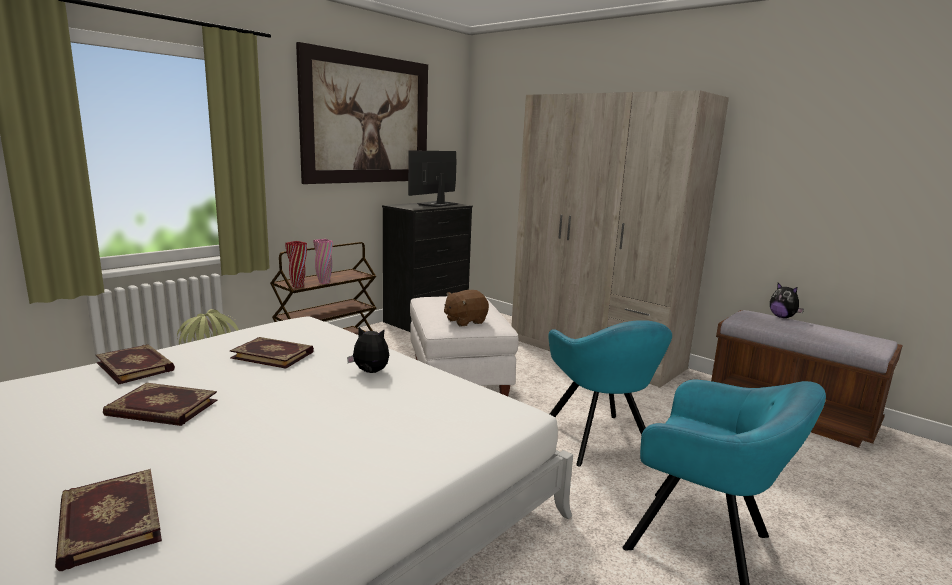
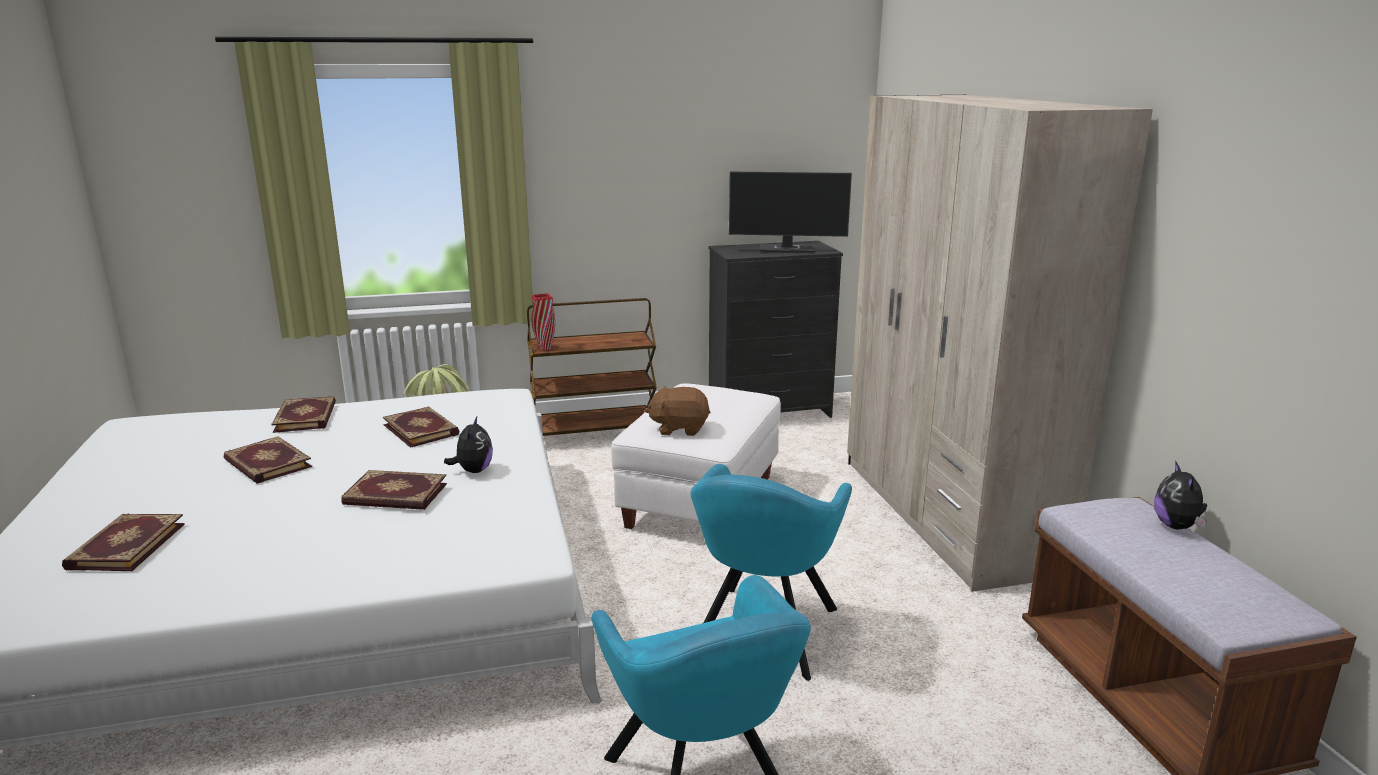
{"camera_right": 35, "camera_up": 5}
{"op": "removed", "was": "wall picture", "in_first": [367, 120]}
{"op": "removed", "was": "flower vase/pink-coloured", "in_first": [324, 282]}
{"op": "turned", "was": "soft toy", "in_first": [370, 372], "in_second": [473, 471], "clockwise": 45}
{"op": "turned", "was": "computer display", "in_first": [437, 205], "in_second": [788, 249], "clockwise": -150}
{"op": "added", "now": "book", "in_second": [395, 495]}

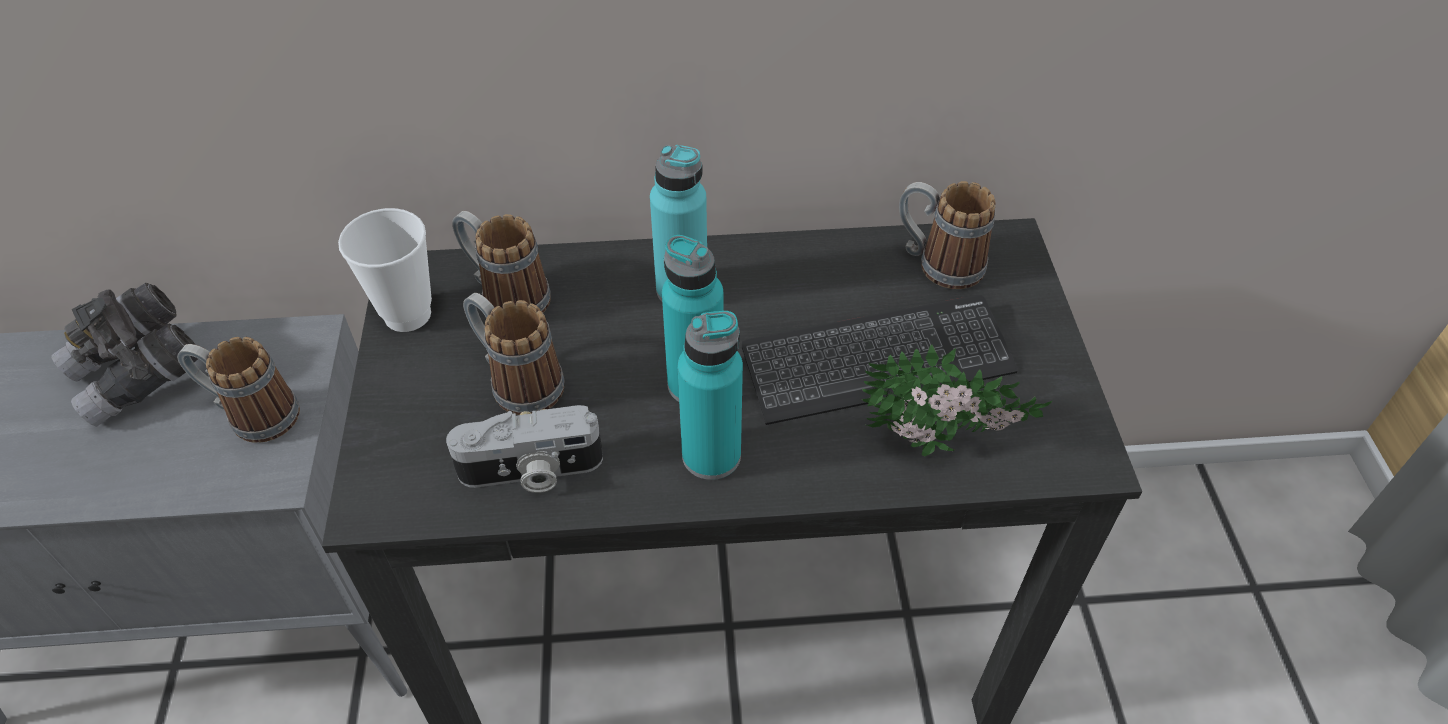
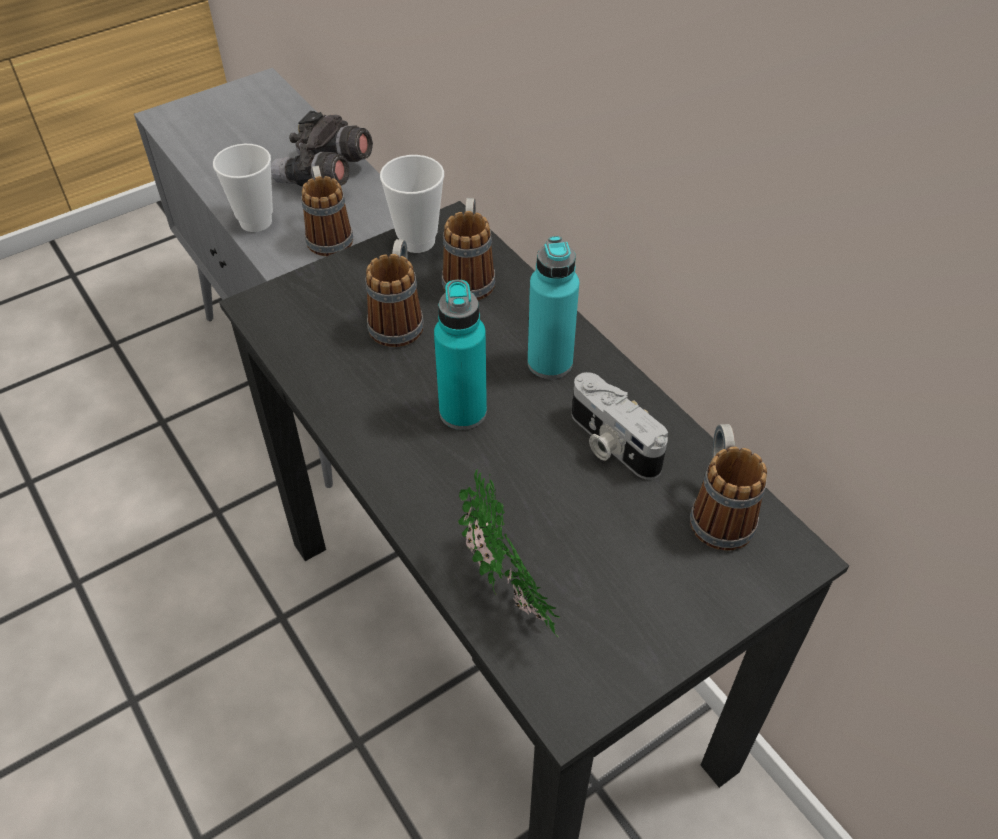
{"camera_right": 60, "camera_up": 0}
{"op": "moved", "was": "photo camera", "in_first": [531, 472], "in_second": [610, 444]}
{"op": "removed", "was": "bottle/blue-green", "in_first": [711, 455]}
{"op": "removed", "was": "PC keyboard", "in_first": [877, 363]}
{"op": "added", "now": "drinking cup", "in_second": [256, 221]}

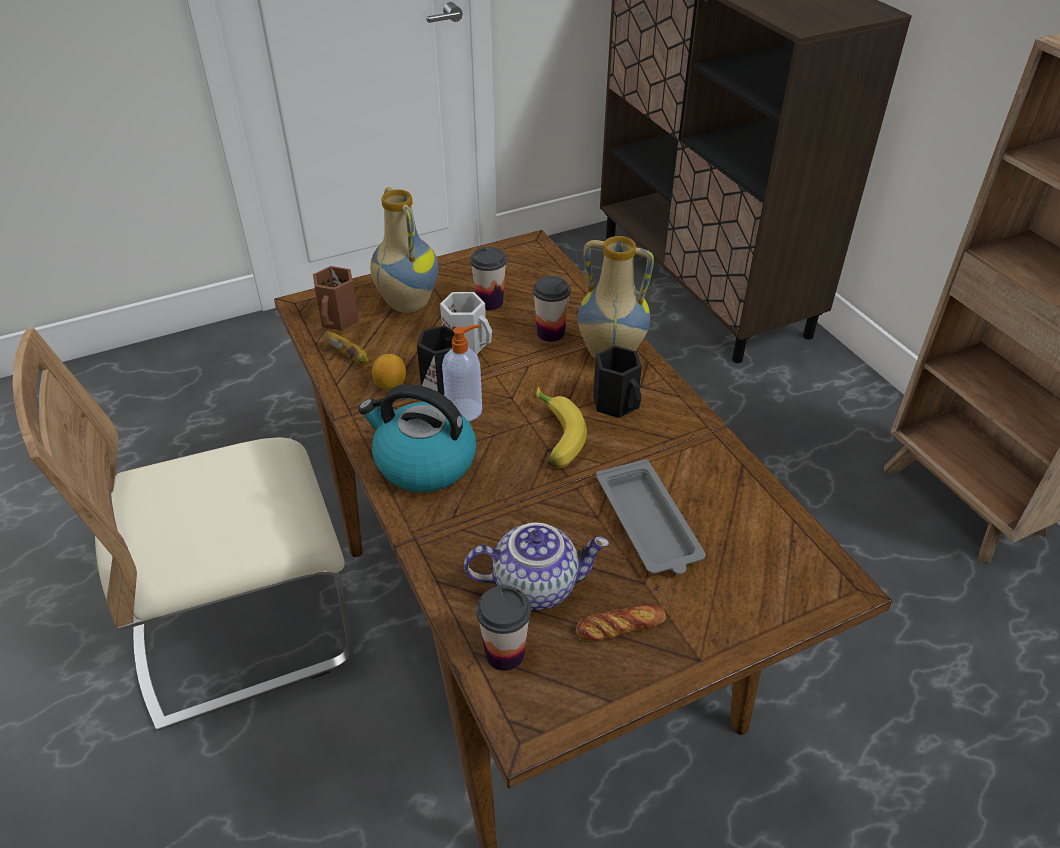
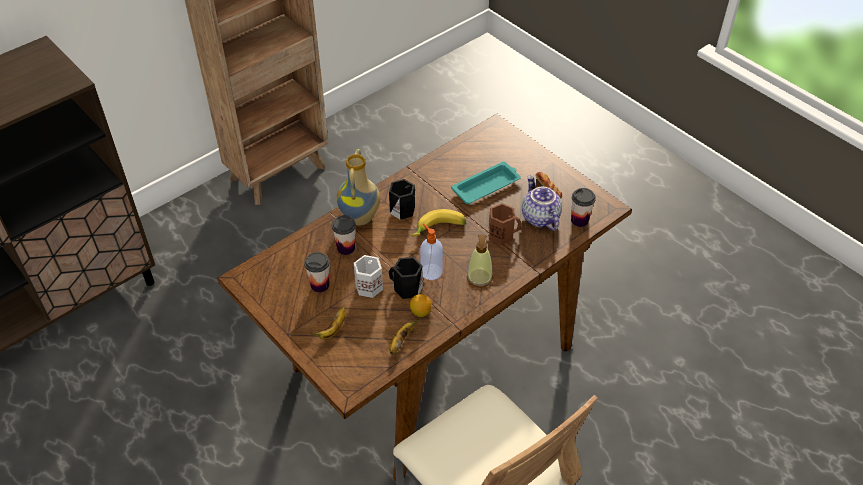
{"camera_right": -105, "camera_up": 5}
{"op": "moved", "was": "tea mug/brownish", "in_first": [340, 319], "in_second": [501, 234]}
{"op": "replaced", "was": "kettle", "now": "soap bottle", "in_first": [423, 462], "in_second": [479, 278]}
{"op": "replaced", "was": "flower vase", "now": "banana", "in_first": [406, 304], "in_second": [333, 330]}
{"op": "recoloured", "was": "tray/grey", "now": "tray/blue-green", "in_first": [648, 524], "in_second": [487, 186]}

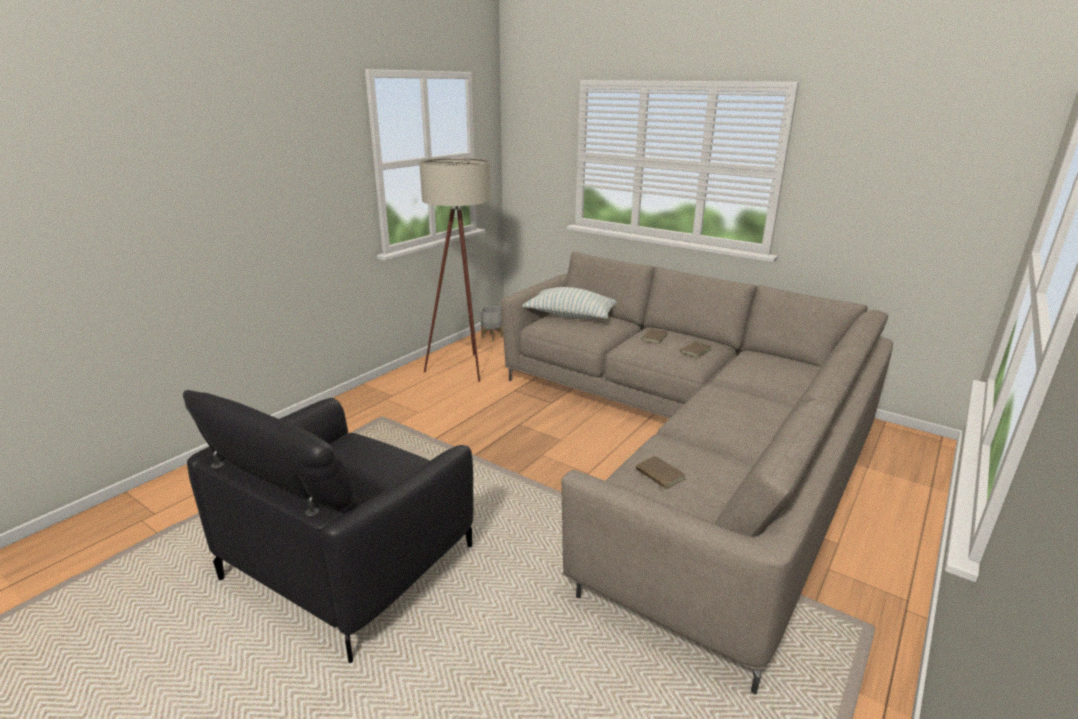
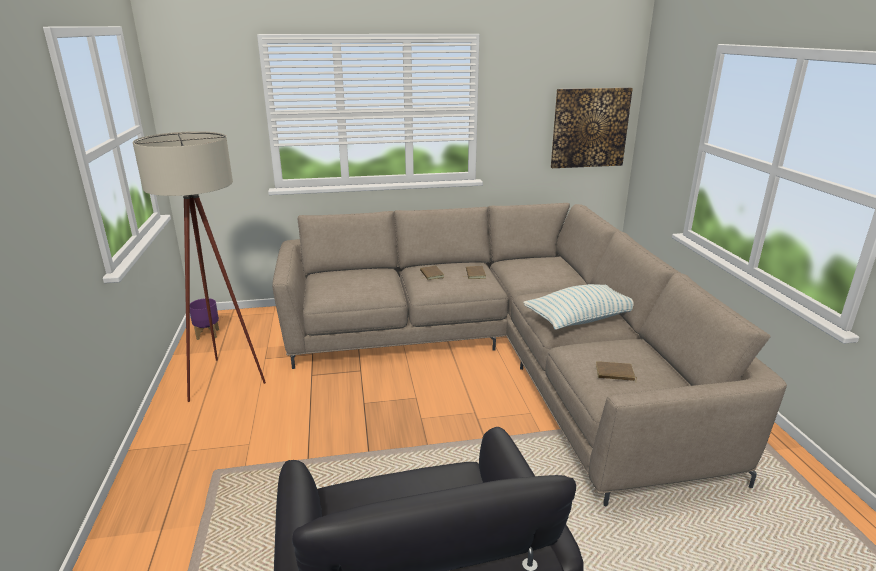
{"camera_right": -45, "camera_up": 0}
{"op": "recoloured", "was": "planter/grey", "now": "planter/purple-coloured", "in_first": [492, 337], "in_second": [208, 334]}
{"op": "moved", "was": "cushion", "in_first": [571, 316], "in_second": [581, 319]}
{"op": "added", "now": "wall picture", "in_second": [589, 128]}

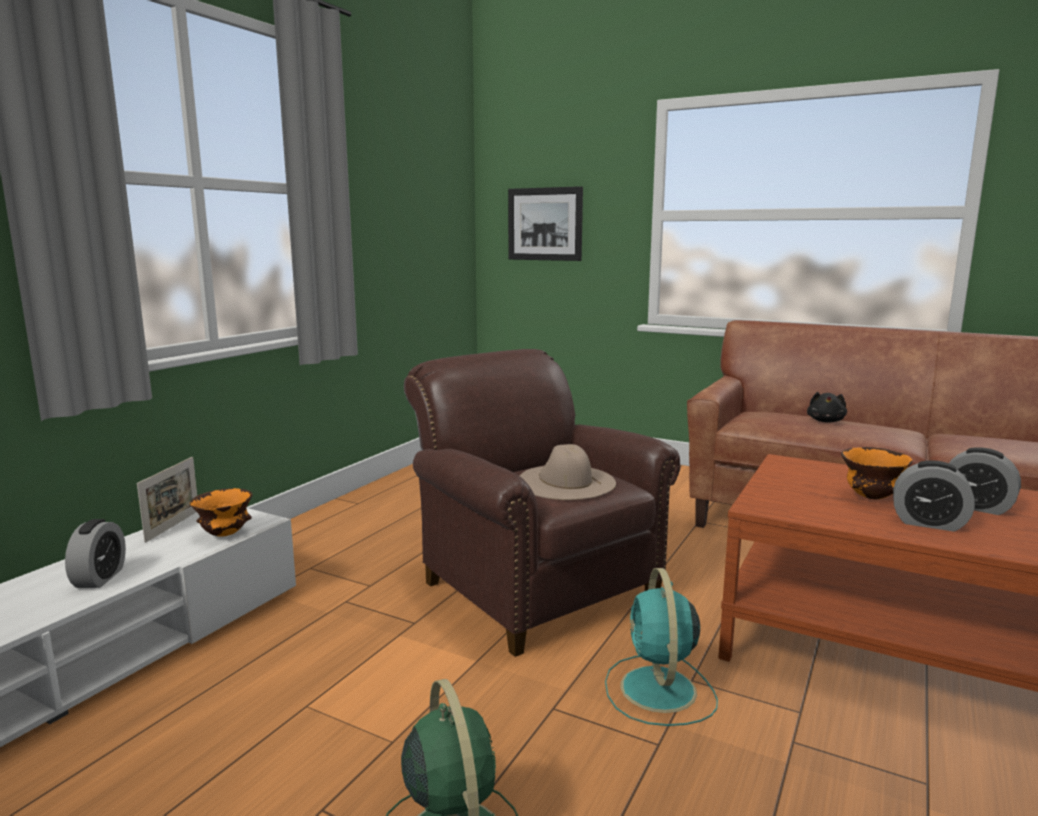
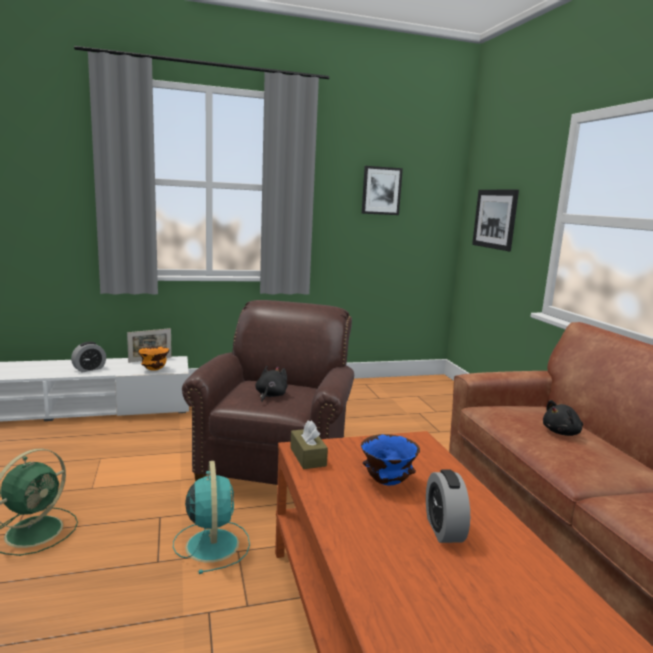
{"camera_right": 45, "camera_up": 0}
{"op": "replaced", "was": "wearable hat/sand-coloured", "now": "soft toy/black-coloured", "in_first": [565, 481], "in_second": [270, 395]}
{"op": "turned", "was": "cooling fan/blue-green", "in_first": [659, 691], "in_second": [212, 543], "clockwise": 120}
{"op": "recoloured", "was": "bowl/orange", "now": "bowl/bluish", "in_first": [871, 498], "in_second": [386, 482]}
{"op": "removed", "was": "bedside clock", "in_first": [928, 523]}
{"op": "added", "now": "box of tissues/brownish", "in_second": [308, 457]}
{"op": "added", "now": "wall picture", "in_second": [381, 190]}

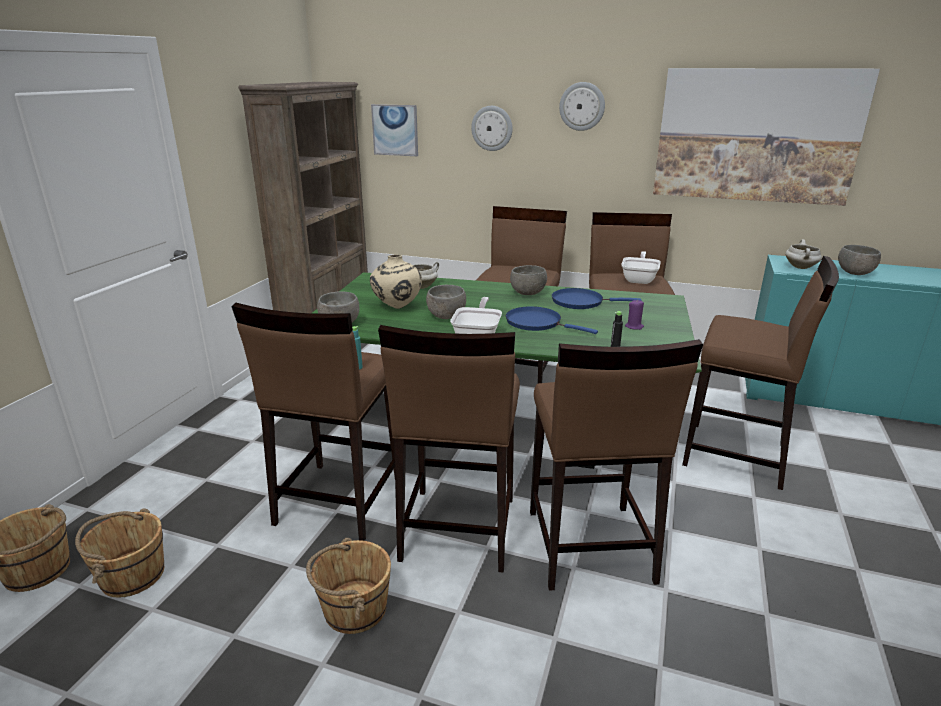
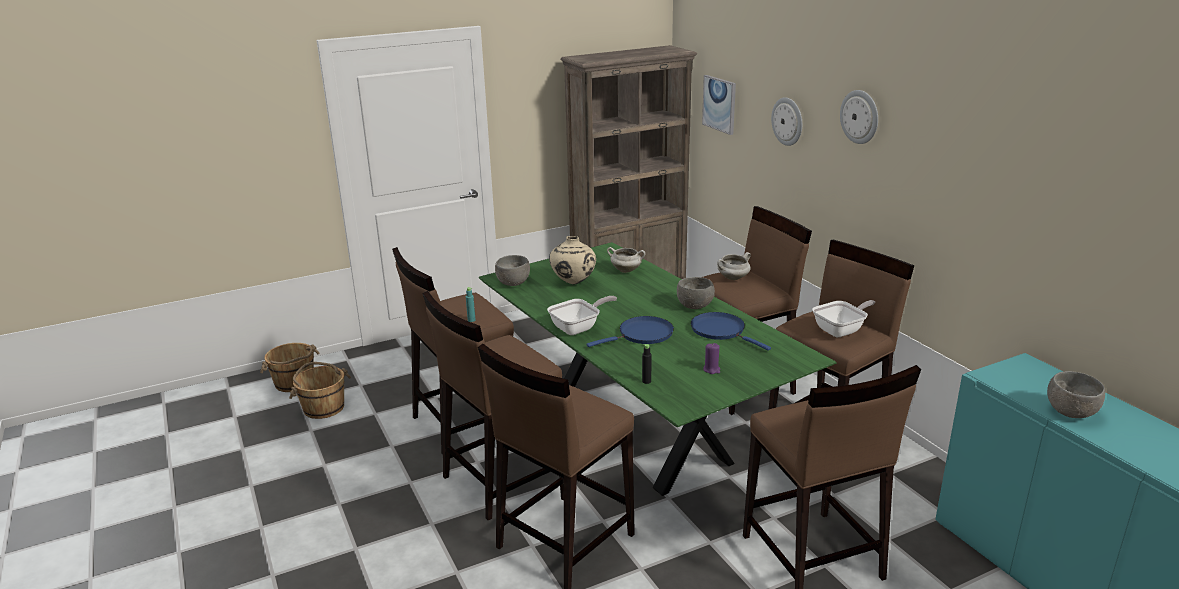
{"camera_right": 45, "camera_up": 0}
{"op": "removed", "was": "water bucket/brownish", "in_first": [354, 609]}
{"op": "removed", "was": "bowl/grey", "in_first": [446, 316]}
{"op": "turned", "was": "skillet/bluish", "in_first": [537, 323], "in_second": [642, 335], "clockwise": 75}
{"op": "removed", "was": "wall picture", "in_first": [756, 136]}
{"op": "moved", "was": "stockpot/white-coloured", "in_first": [801, 267], "in_second": [733, 278]}

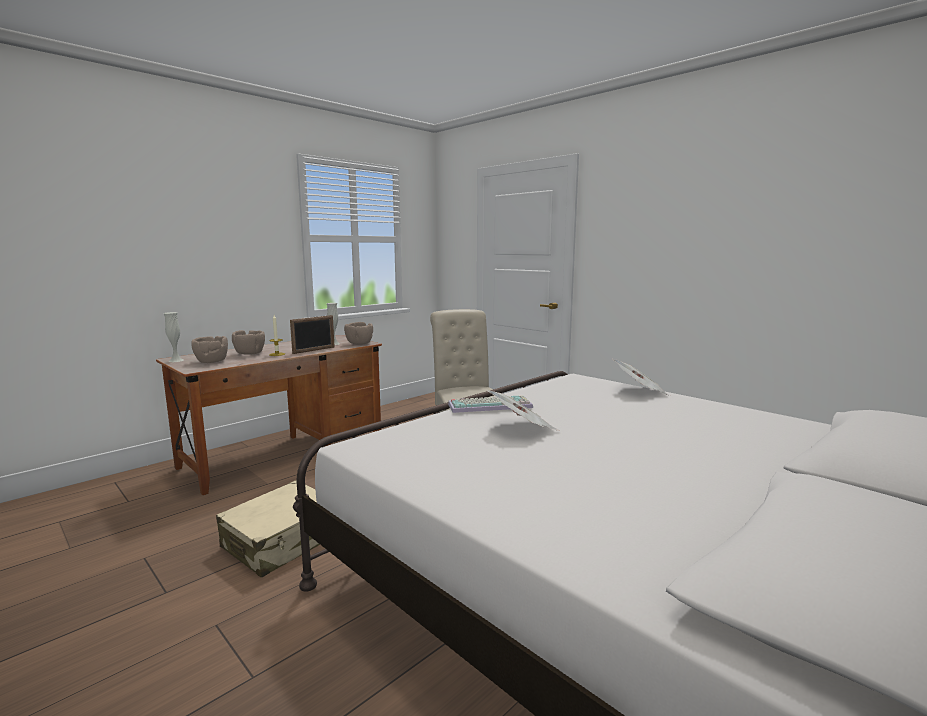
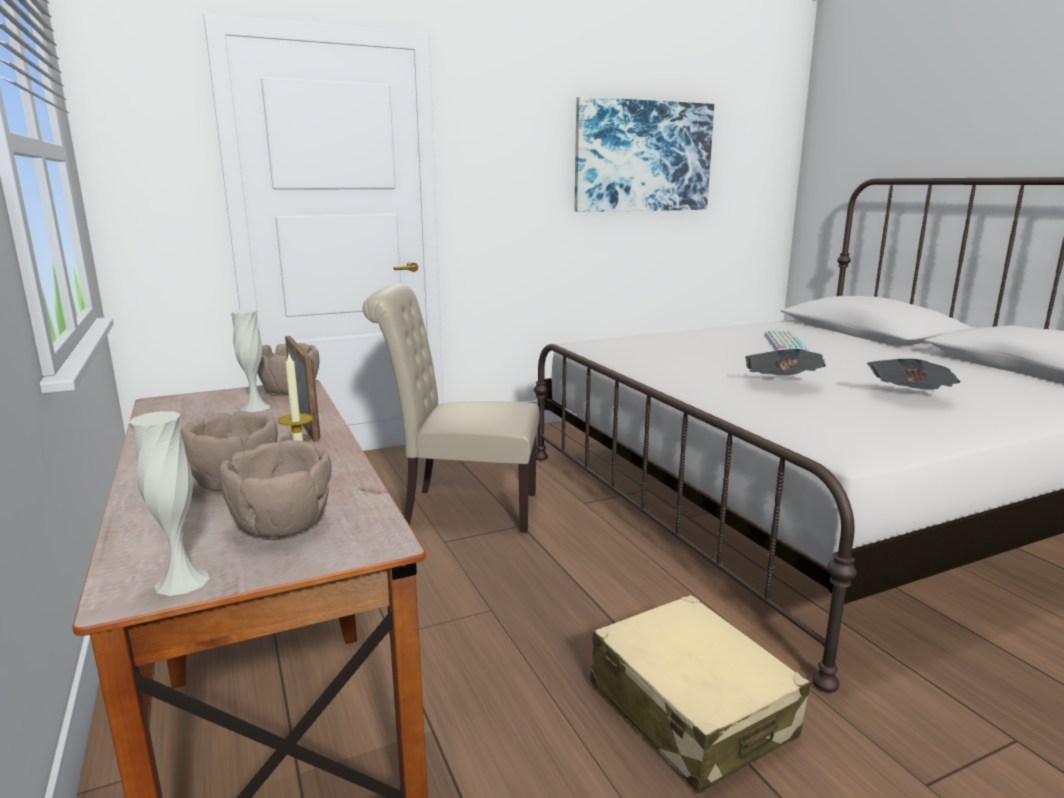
{"camera_right": -70, "camera_up": 5}
{"op": "moved", "was": "PC keyboard", "in_first": [490, 405], "in_second": [783, 343]}
{"op": "moved", "was": "newspaper", "in_first": [639, 391], "in_second": [909, 397]}
{"op": "added", "now": "wall picture", "in_second": [643, 157]}

